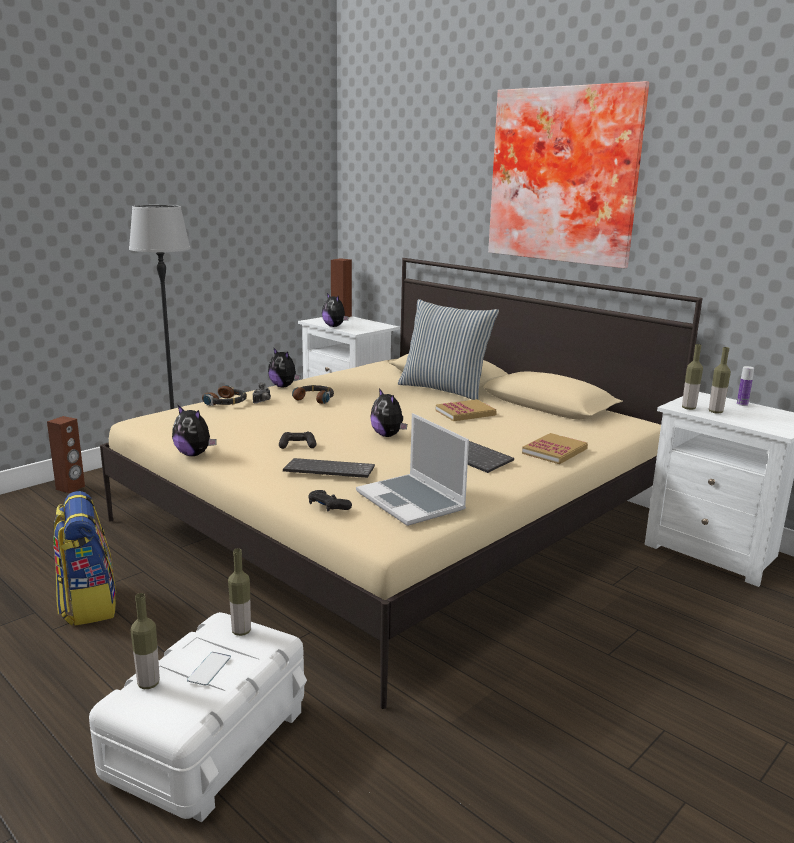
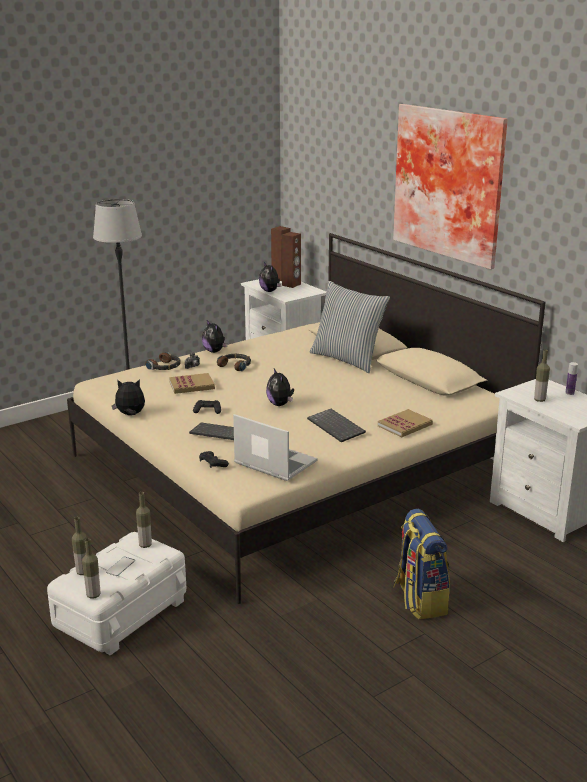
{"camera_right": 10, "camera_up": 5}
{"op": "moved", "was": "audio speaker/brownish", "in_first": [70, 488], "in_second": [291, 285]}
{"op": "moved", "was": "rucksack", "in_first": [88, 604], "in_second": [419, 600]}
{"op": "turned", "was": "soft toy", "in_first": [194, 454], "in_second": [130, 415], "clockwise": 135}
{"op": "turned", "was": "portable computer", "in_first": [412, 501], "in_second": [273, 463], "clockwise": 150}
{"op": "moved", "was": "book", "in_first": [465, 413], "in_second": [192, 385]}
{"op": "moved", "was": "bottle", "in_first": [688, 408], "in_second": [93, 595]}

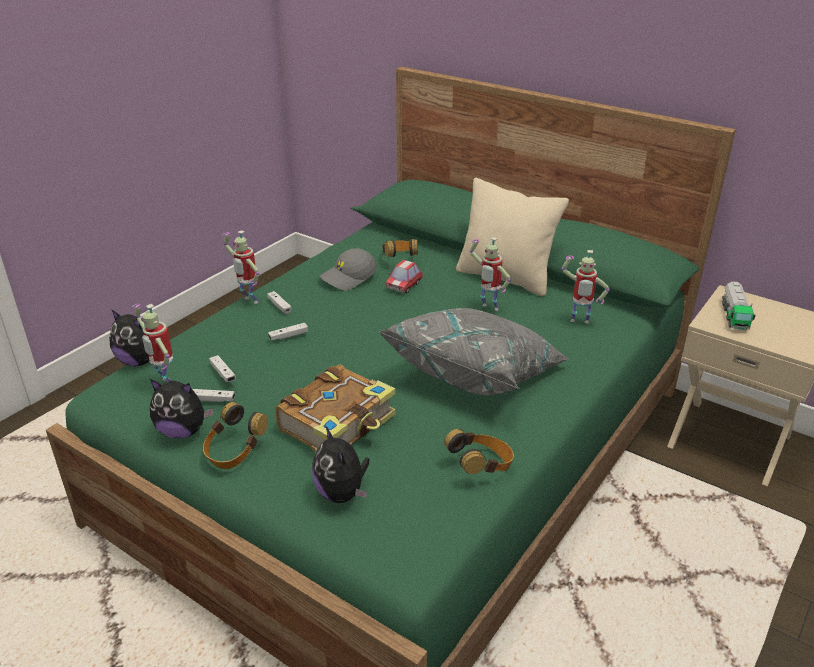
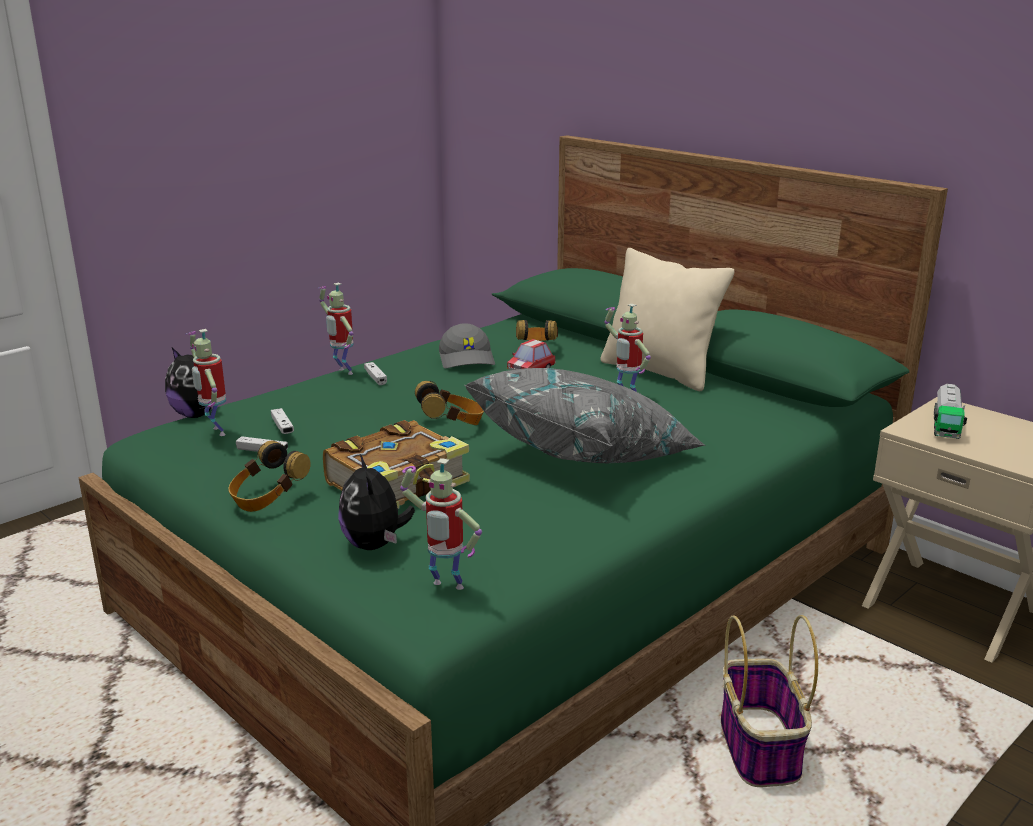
{"camera_right": 10, "camera_up": -10}
{"op": "removed", "was": "soft toy", "in_first": [183, 431]}
{"op": "removed", "was": "gamepad/white-coloured", "in_first": [288, 336]}
{"op": "turned", "was": "peaked cap/grey", "in_first": [349, 278], "in_second": [467, 359], "clockwise": -75}
{"op": "moved", "was": "headset", "in_first": [481, 467], "in_second": [451, 424]}
{"op": "moved", "was": "toy robot", "in_first": [579, 323], "in_second": [445, 587]}
{"op": "added", "now": "household basket", "in_second": [760, 749]}

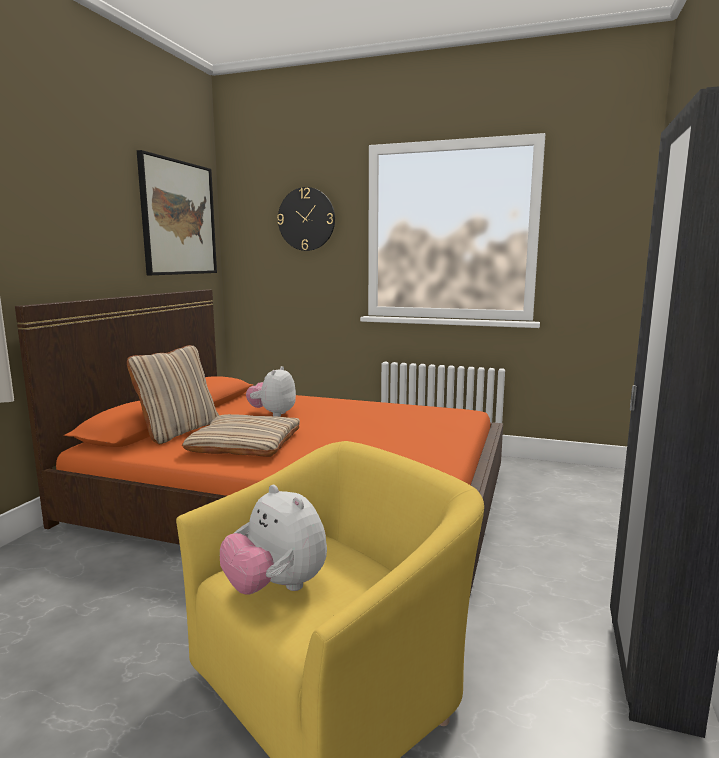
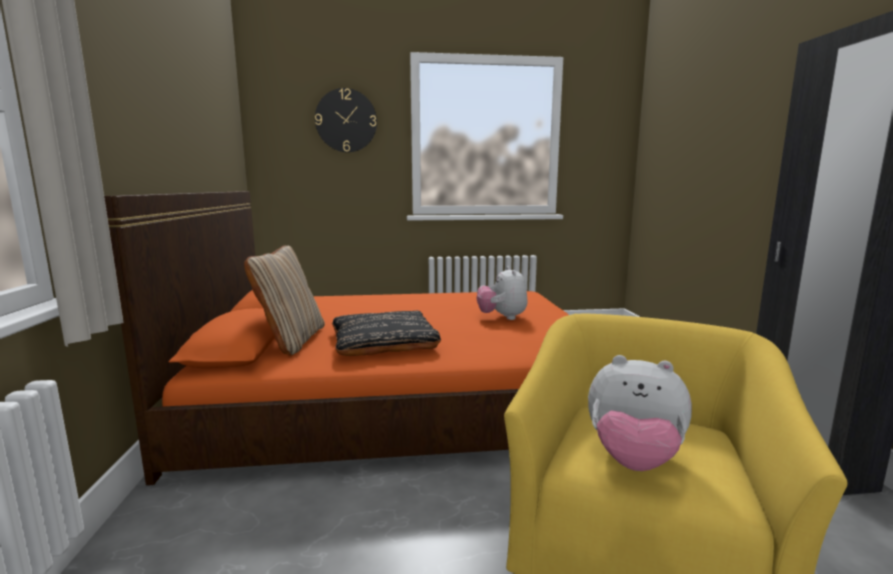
{"camera_right": -25, "camera_up": 0}
{"op": "removed", "was": "wall picture", "in_first": [178, 218]}
{"op": "recoloured", "was": "cushion/sand-coloured", "now": "cushion/black-coloured", "in_first": [245, 443], "in_second": [383, 341]}
{"op": "moved", "was": "soft toy", "in_first": [273, 414], "in_second": [502, 317]}

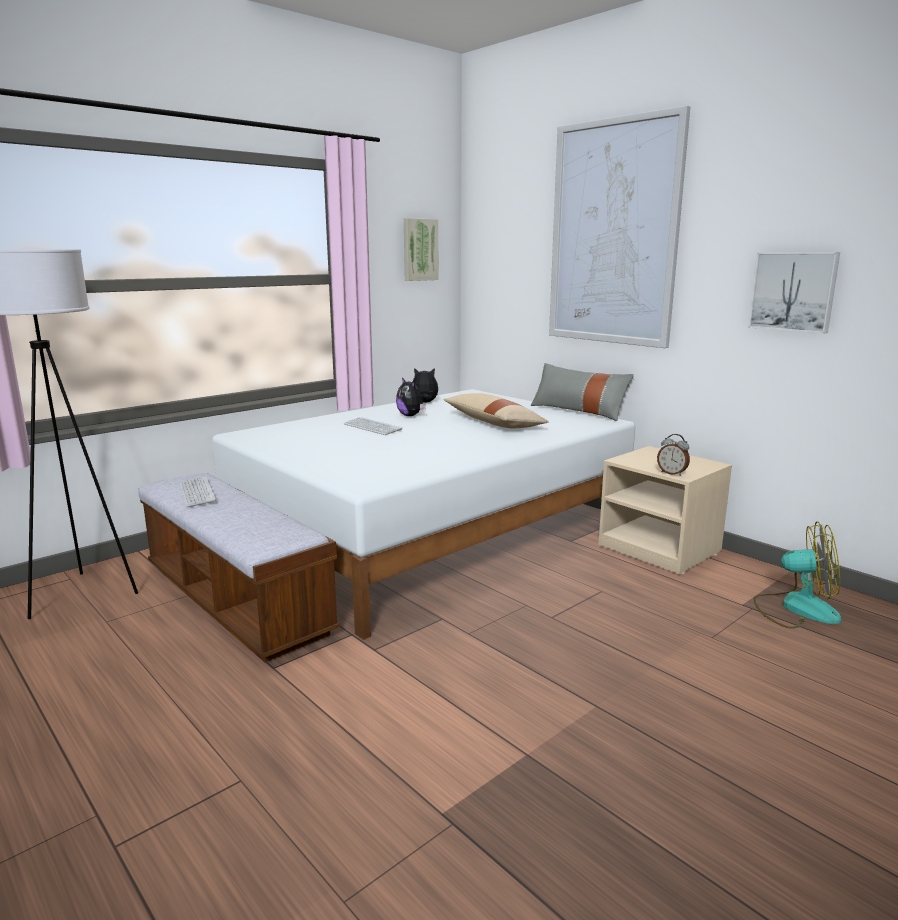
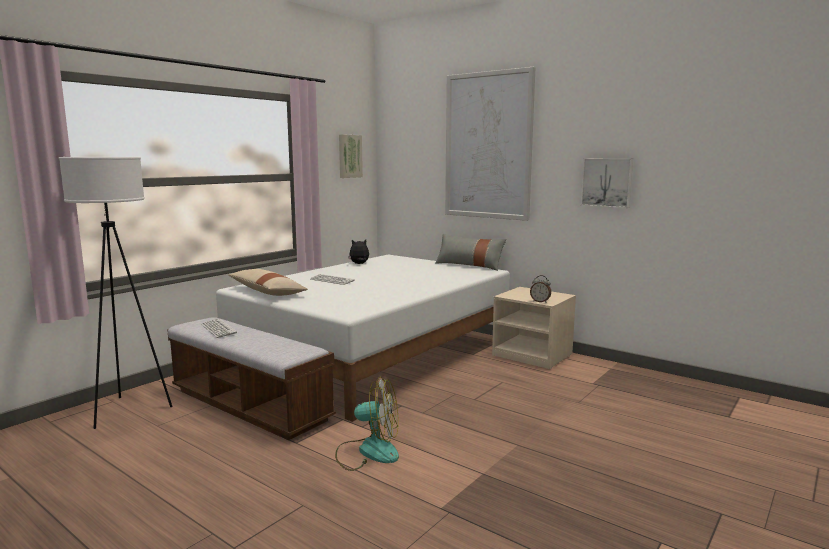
{"camera_right": -10, "camera_up": -5}
{"op": "removed", "was": "soft toy", "in_first": [411, 415]}
{"op": "moved", "was": "cushion/sand-coloured", "in_first": [493, 423], "in_second": [267, 292]}
{"op": "moved", "was": "cooling fan", "in_first": [796, 608], "in_second": [368, 451]}

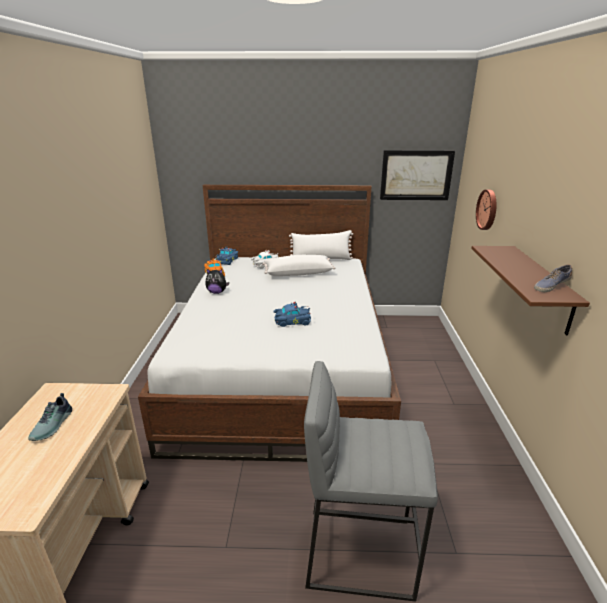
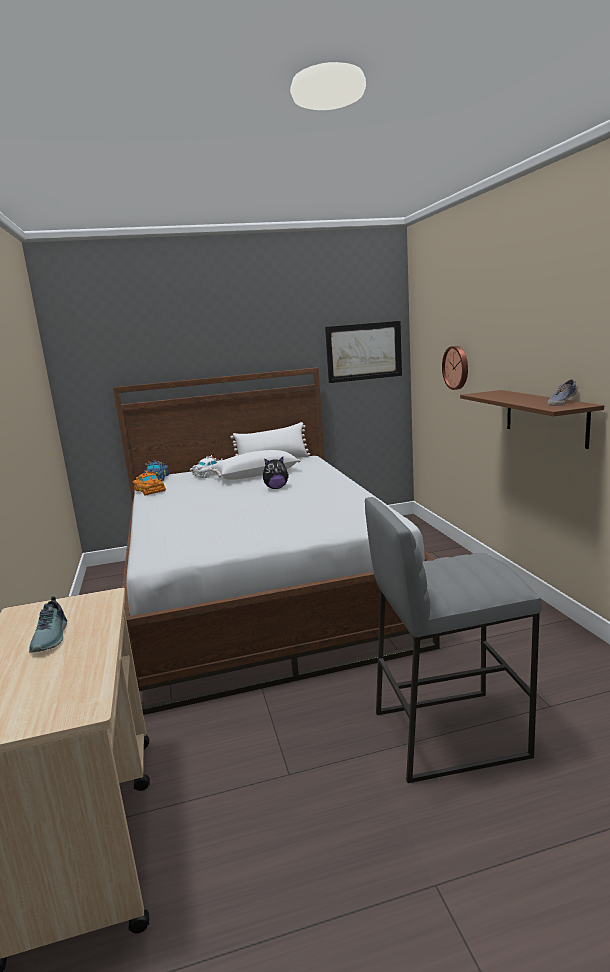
{"camera_right": -15, "camera_up": -10}
{"op": "moved", "was": "soft toy", "in_first": [217, 292], "in_second": [276, 488]}
{"op": "removed", "was": "model car/bluish", "in_first": [291, 321]}

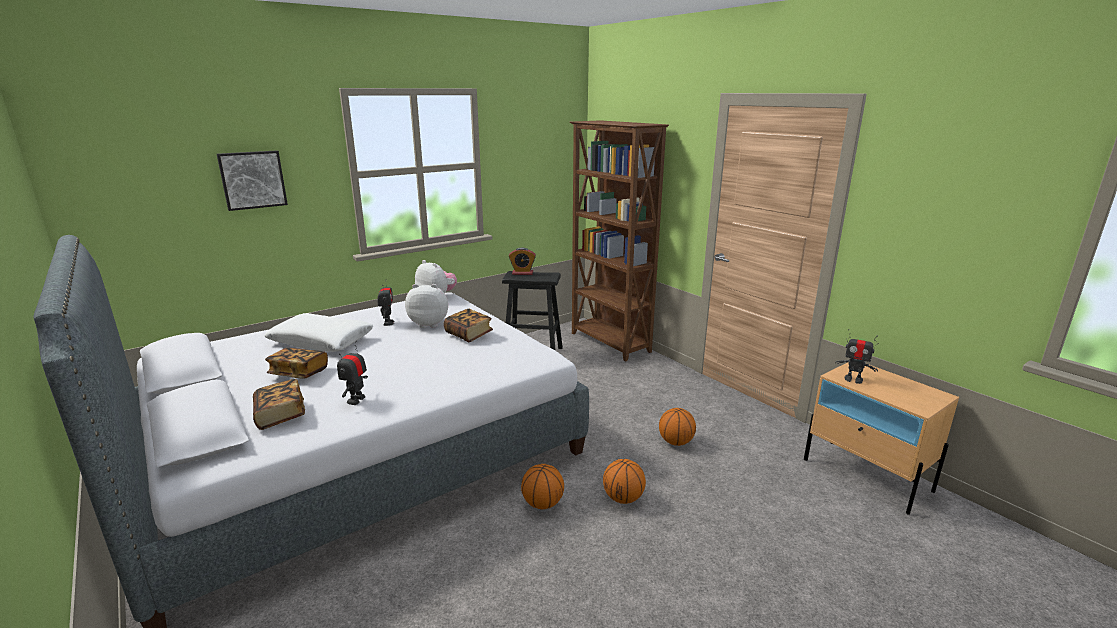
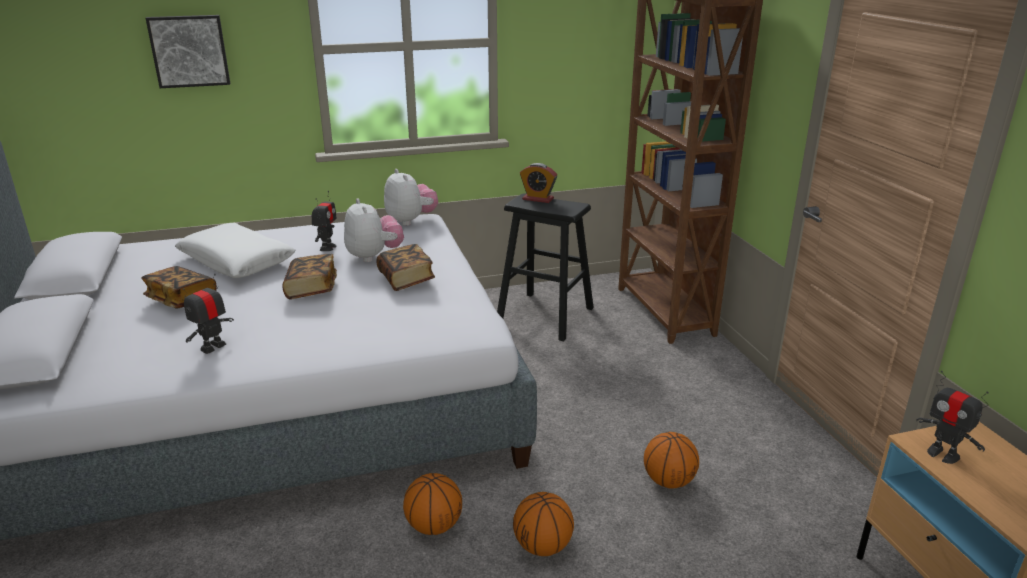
{"camera_right": 20, "camera_up": 5}
{"op": "moved", "was": "book", "in_first": [280, 415], "in_second": [311, 289]}
{"op": "turned", "was": "soft toy", "in_first": [429, 324], "in_second": [374, 256], "clockwise": 45}

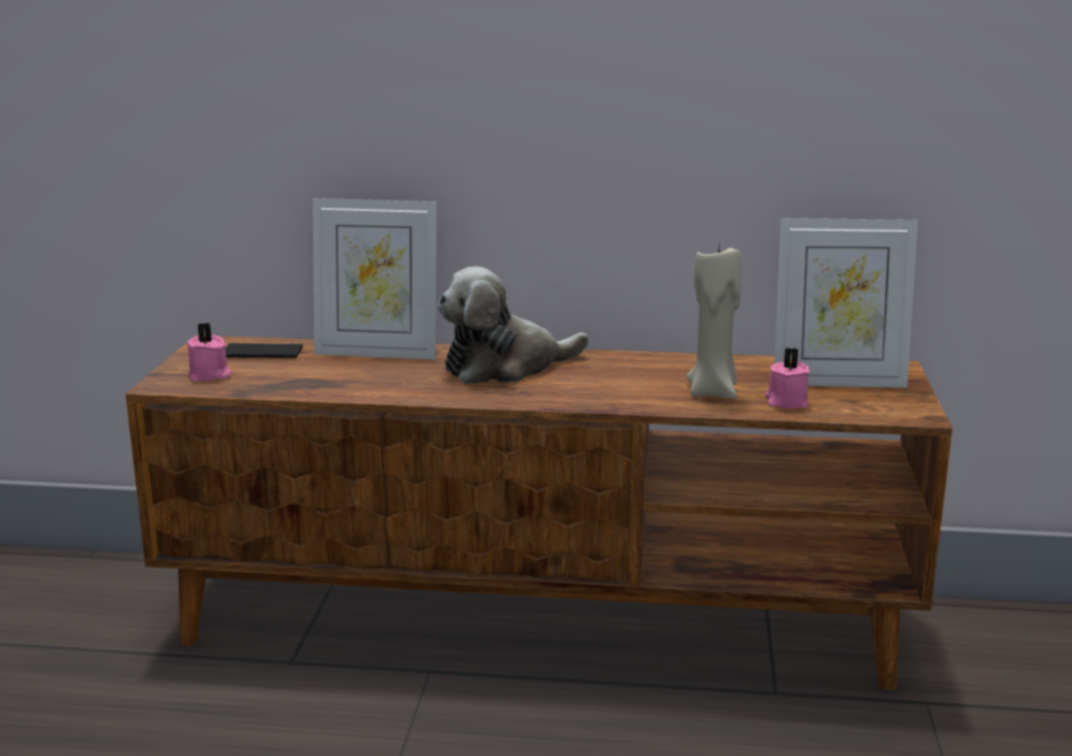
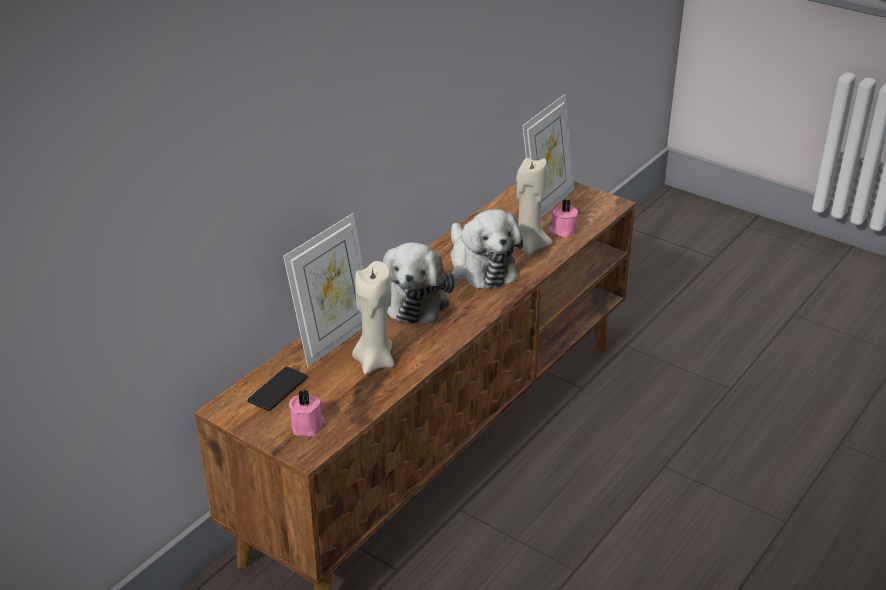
{"camera_right": -60, "camera_up": 15}
{"op": "added", "now": "wax candle/sand-coloured", "in_second": [374, 362]}
{"op": "added", "now": "soft toy", "in_second": [480, 266]}

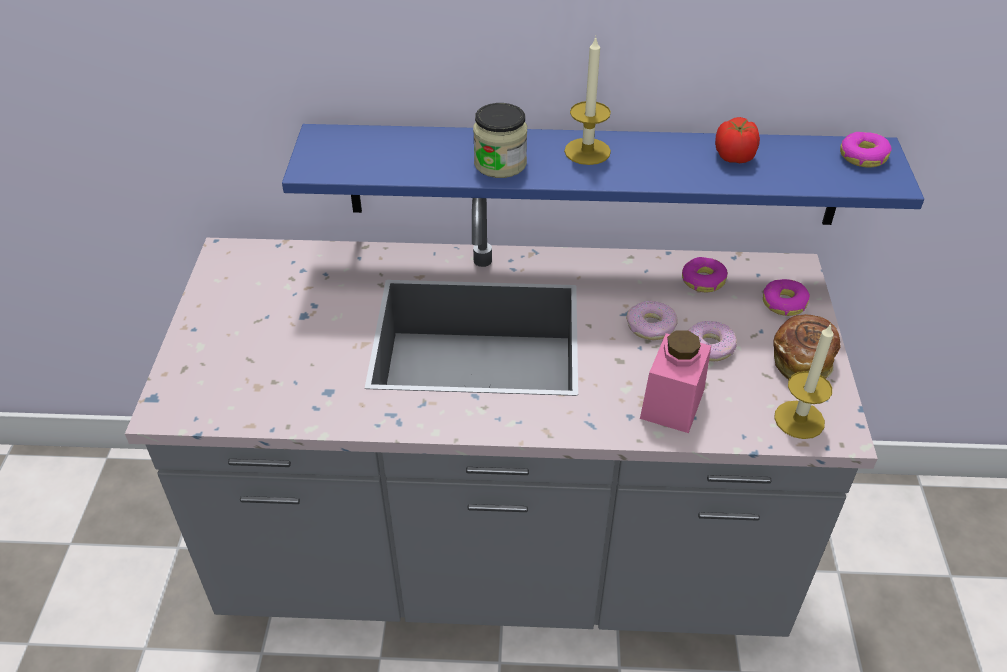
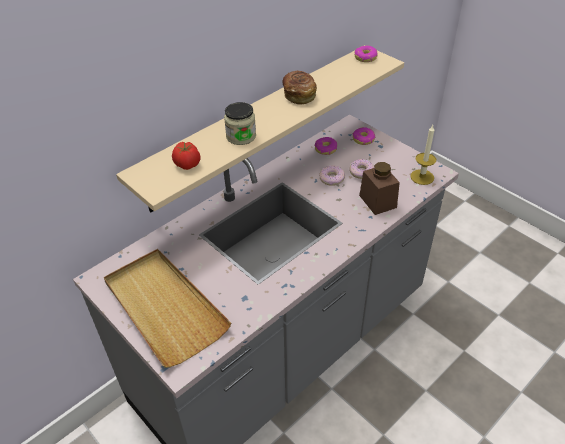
{"camera_right": -45, "camera_up": 0}
{"op": "recoloured", "was": "bracket shelf/bluish", "now": "bracket shelf/sand-coloured", "in_first": [593, 174], "in_second": [258, 125]}
{"op": "removed", "was": "wax candle", "in_first": [587, 151]}
{"op": "recoloured", "was": "preserve jar/pink-coloured", "now": "preserve jar/brownish", "in_first": [672, 403], "in_second": [377, 201]}
{"op": "moved", "was": "whole tomato", "in_first": [733, 157], "in_second": [187, 165]}
{"op": "moved", "was": "bread", "in_first": [802, 360], "in_second": [299, 95]}
{"op": "added", "now": "tray/sand-coloured", "in_second": [164, 307]}

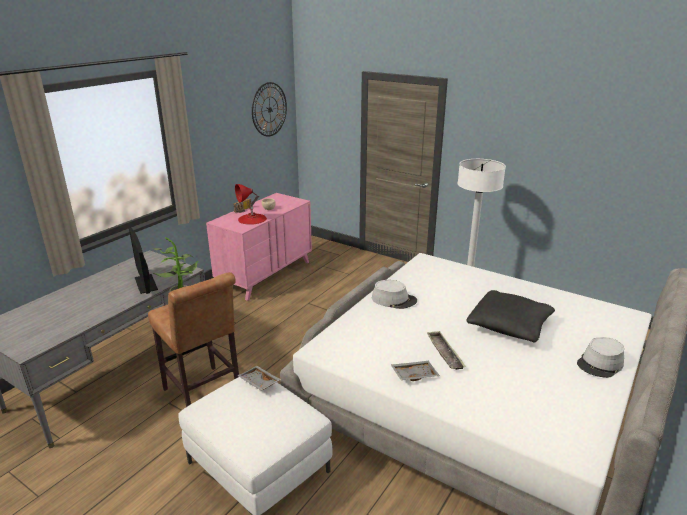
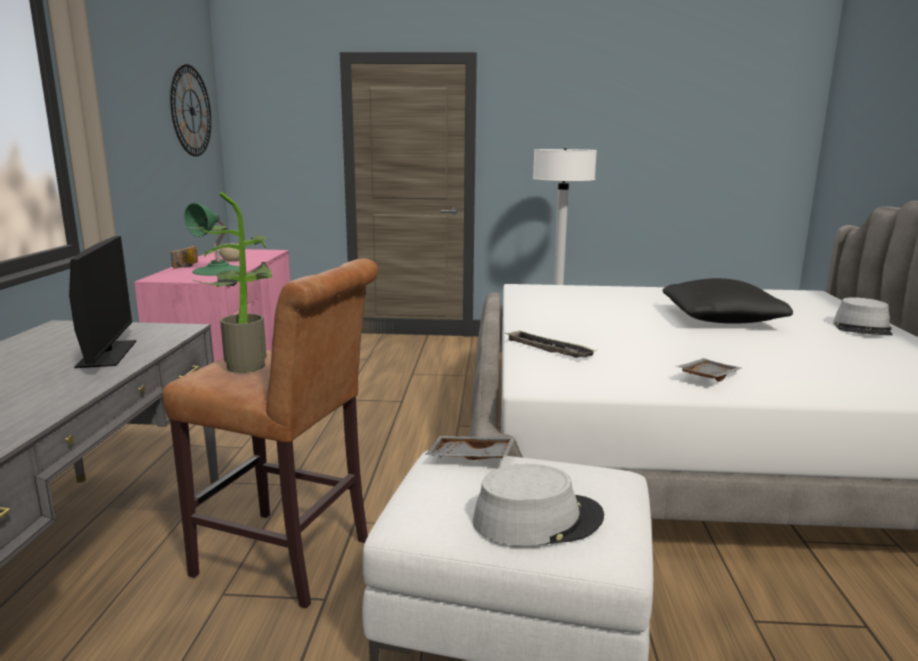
{"camera_right": -30, "camera_up": -10}
{"op": "turned", "was": "computer display", "in_first": [146, 283], "in_second": [107, 354], "clockwise": -135}
{"op": "recoloured", "was": "tabletop lamp/reddish", "now": "tabletop lamp/green-coloured", "in_first": [252, 219], "in_second": [219, 270]}
{"op": "moved", "was": "wearable hat/grey", "in_first": [394, 300], "in_second": [537, 519]}
{"op": "moved", "was": "tray", "in_first": [444, 353], "in_second": [548, 349]}

